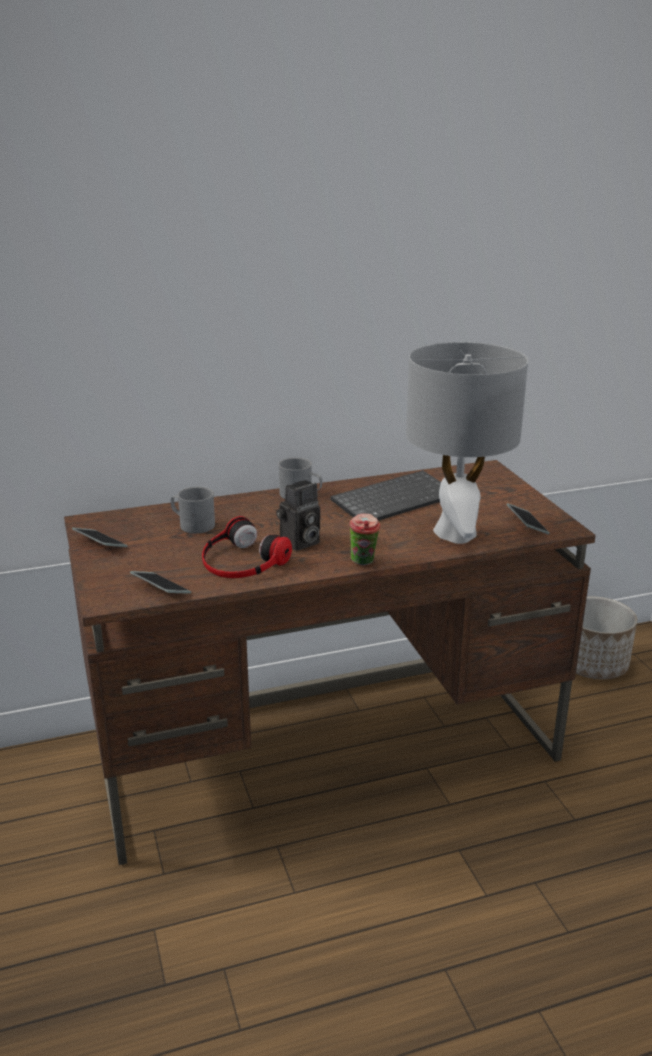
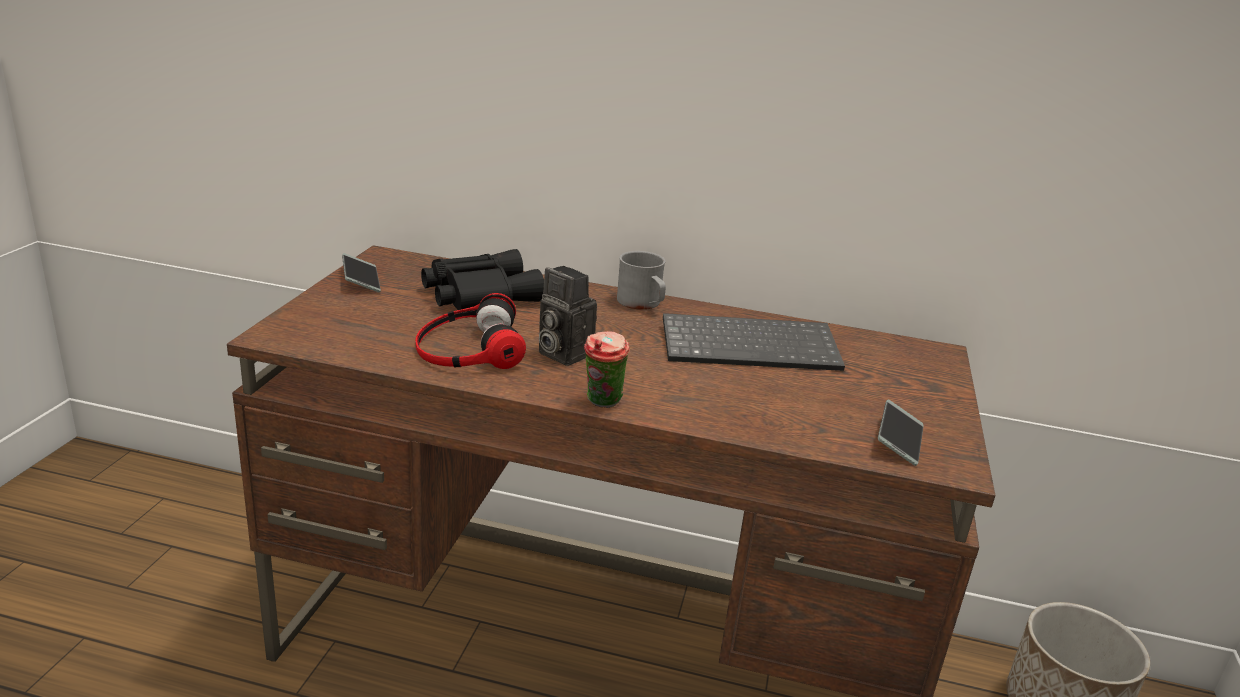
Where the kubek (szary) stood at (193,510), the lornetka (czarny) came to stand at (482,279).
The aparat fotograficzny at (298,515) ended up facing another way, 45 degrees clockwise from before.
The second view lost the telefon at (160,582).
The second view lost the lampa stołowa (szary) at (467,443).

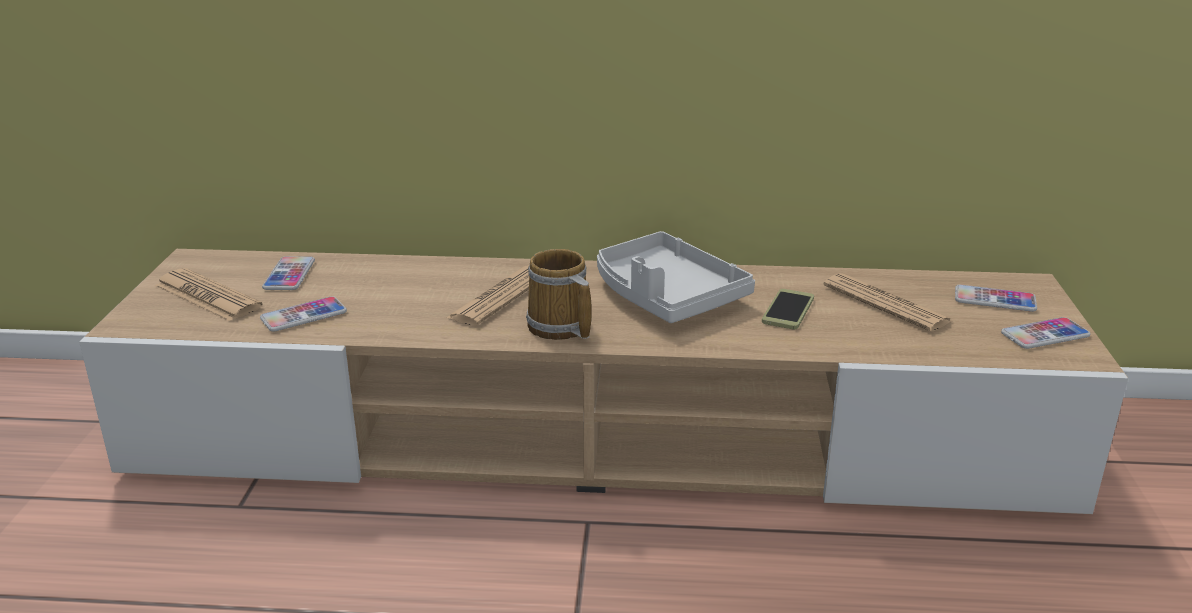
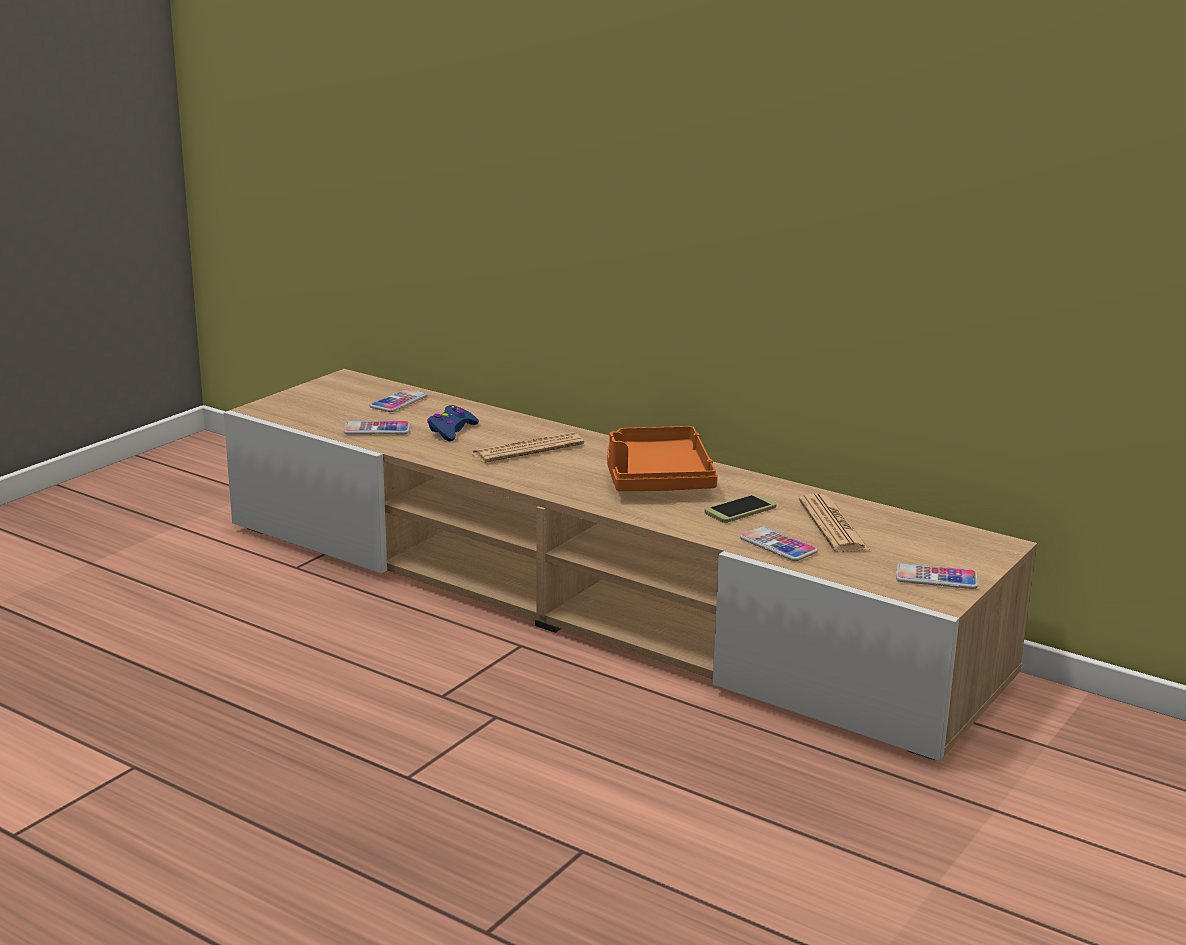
The second view gained the pad do gier (niebieski) at (453,423).
What was the taca (szary) at (676,277) turned into the taca (pomarańczowy) at (662,458).
The telefon ended up elsewhere, having gone from (996,298) to (779,543).
The second view lost the gazeta at (209,295).
The second view lost the kubek at (558,294).

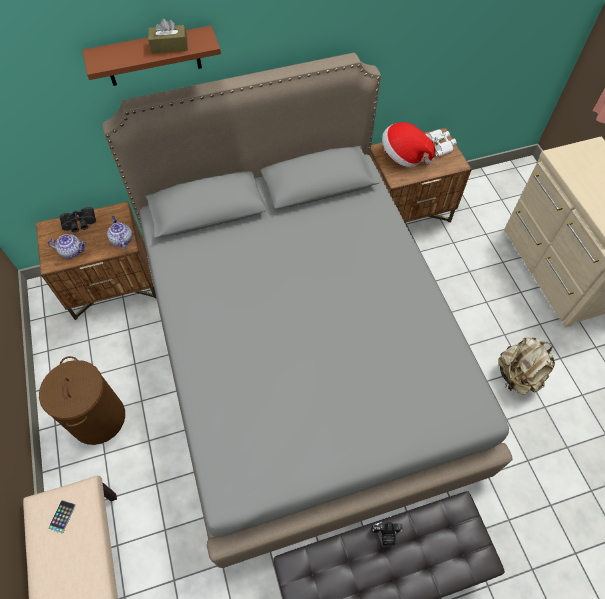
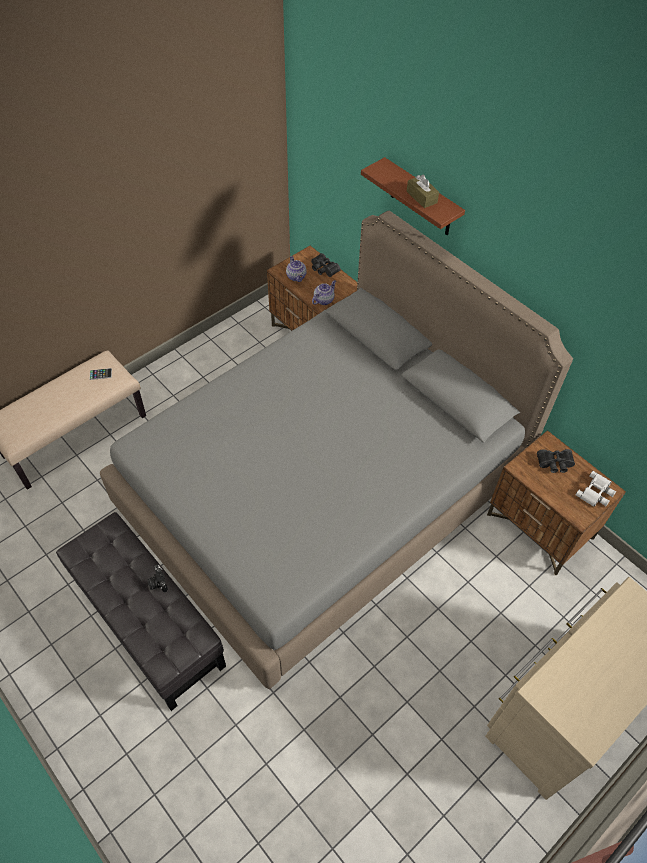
Where the kapelusz stood at (408,144), the lornetka (czarny) came to stand at (556,461).
The second view lost the kosz na pranie (brązowy) at (82,400).
The second view lost the plecak (beżowy) at (527,366).

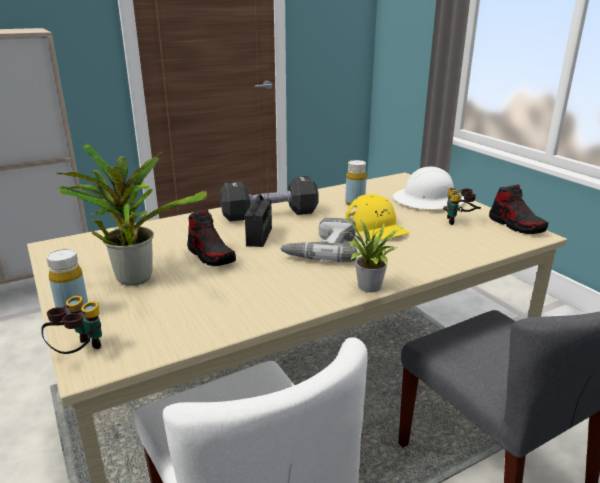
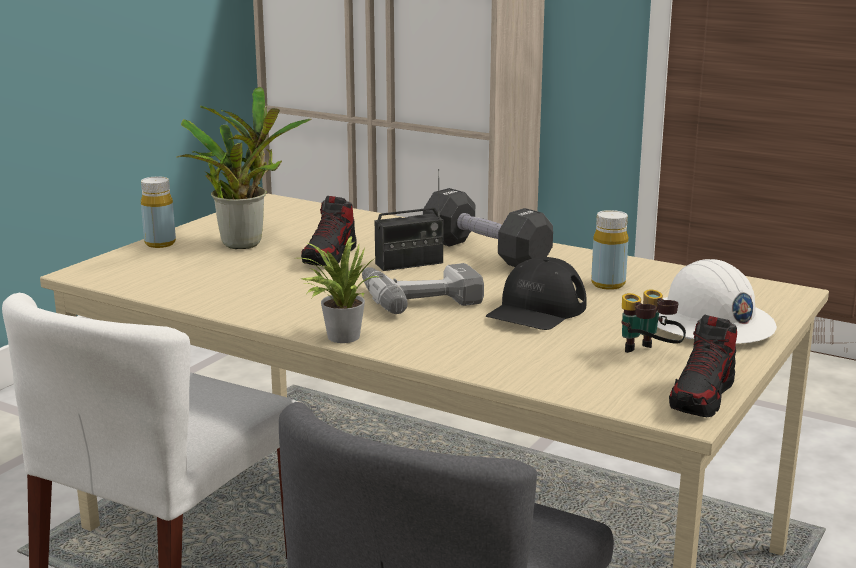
What was the czapka z daszkiem (żółty) at (377,217) turned into the czapka z daszkiem (czarny) at (536,293).
The second view lost the lornetka at (71,325).

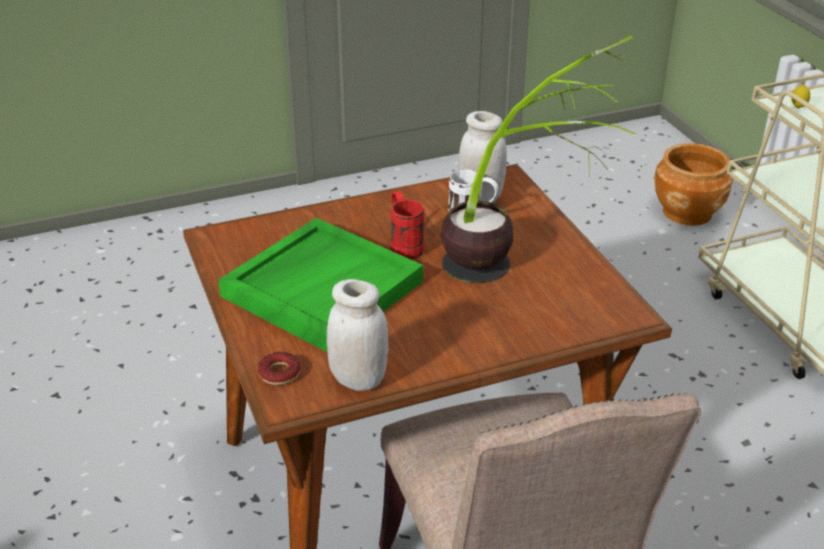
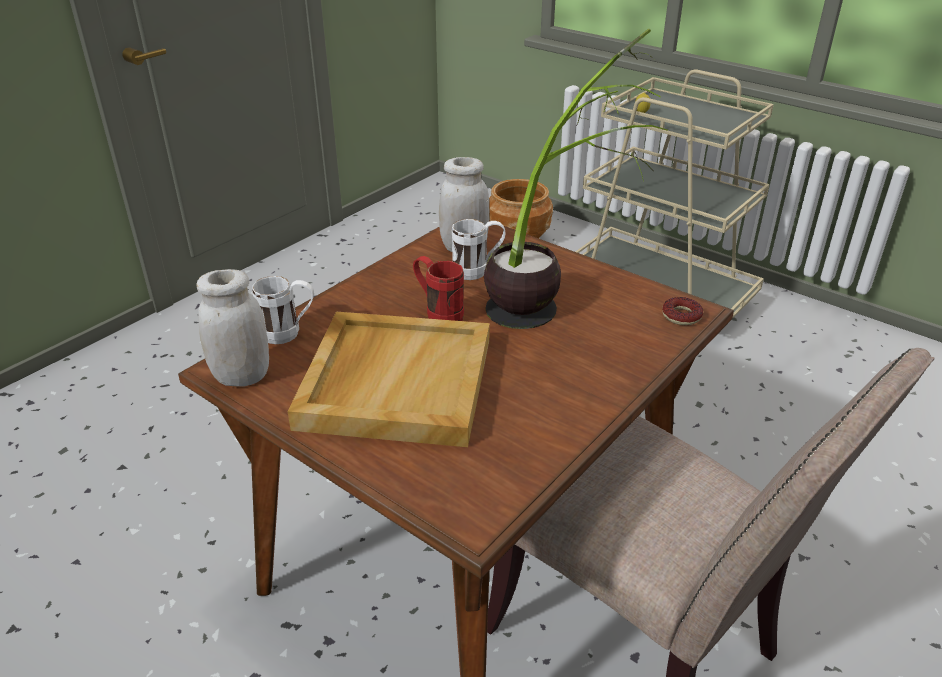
The słoik (biały) ended up elsewhere, having gone from (357,335) to (232,328).
The second view gained the kubek (biały) at (283,310).
What was the taca (zielony) at (320,285) turned into the taca (beżowy) at (388,379).
The donut ended up elsewhere, having gone from (279,368) to (682,311).

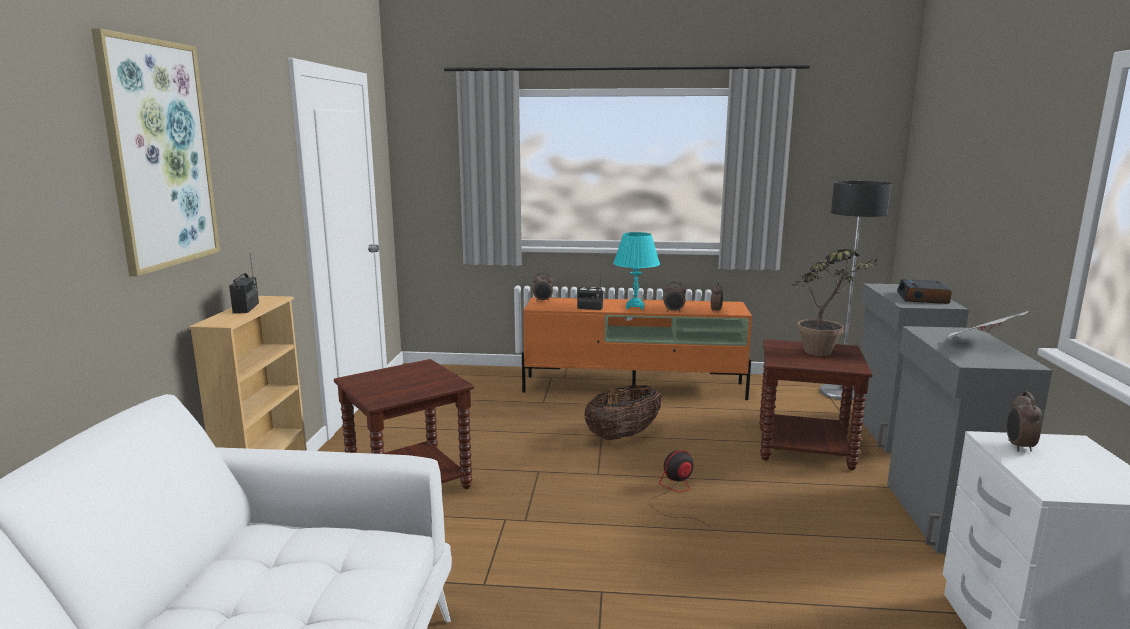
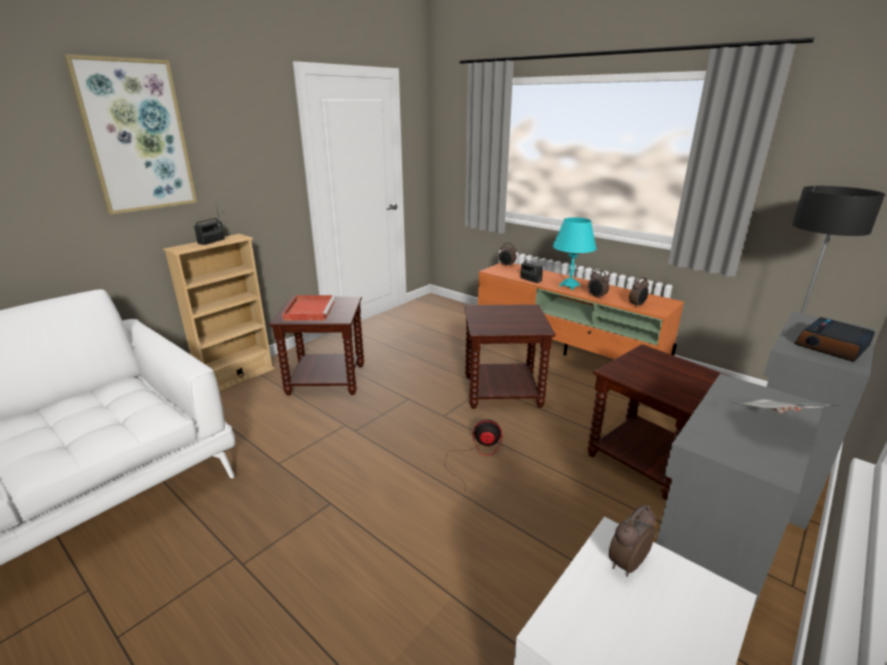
The second view gained the taca (czerwony) at (309,308).
Where the koszyk stood at (623,412), the stolik (brązowy) came to stand at (509,356).
The second view lost the roślina doniczkowa at (835,302).

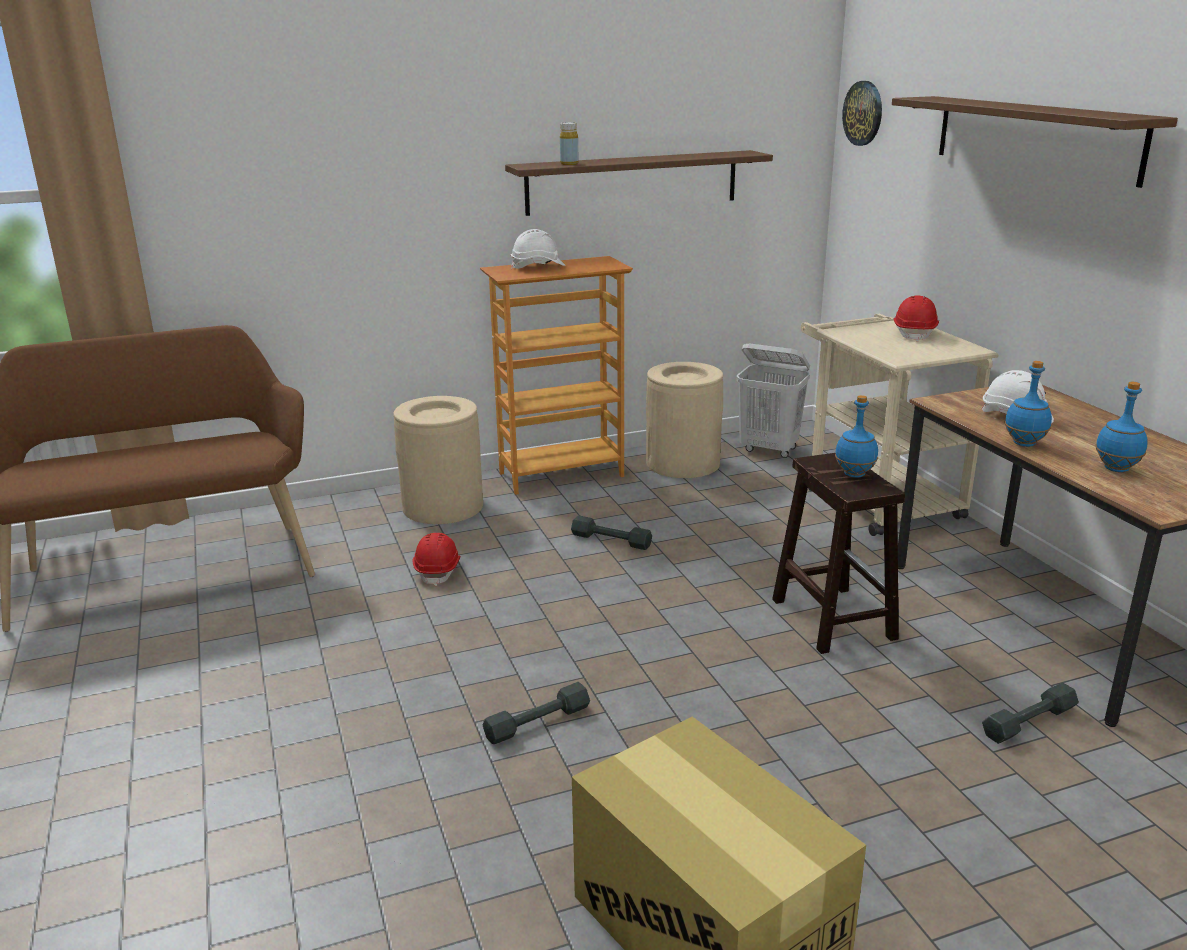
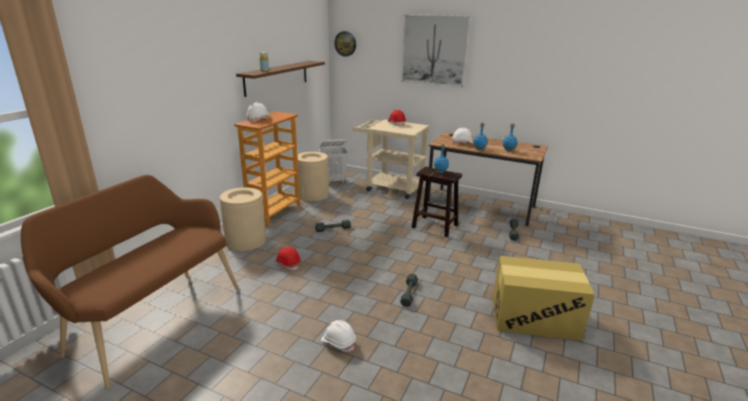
The second view gained the kask (biały) at (338,336).
Where the półka (brązowy) hung at (1035,142), the obraz came to hang at (435,51).

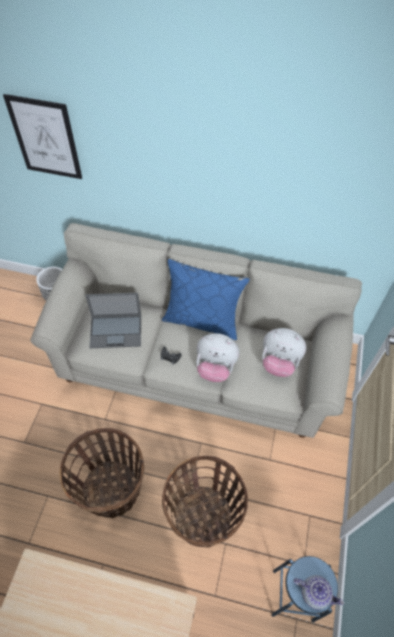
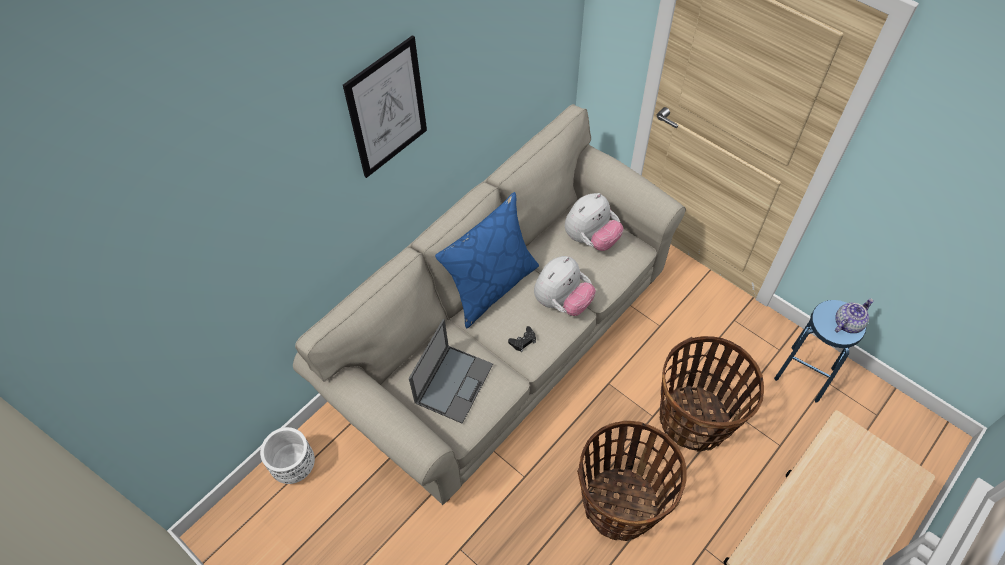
The obraz ended up elsewhere, having gone from (42,136) to (385,106).

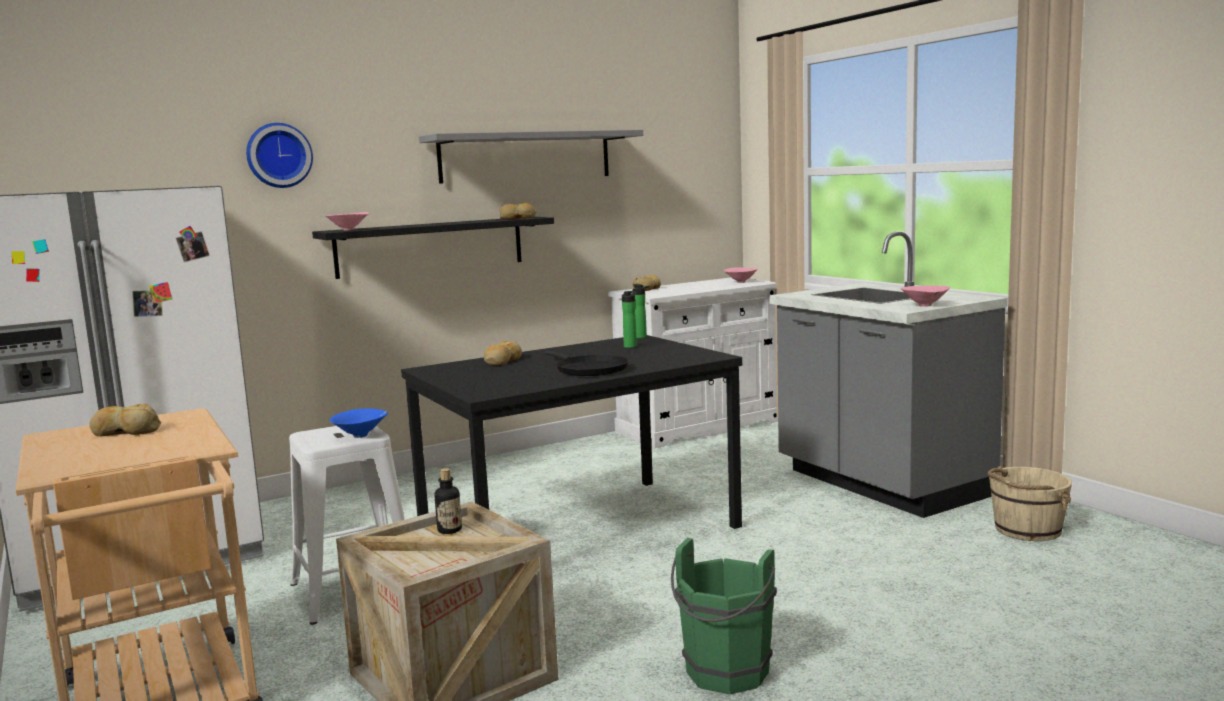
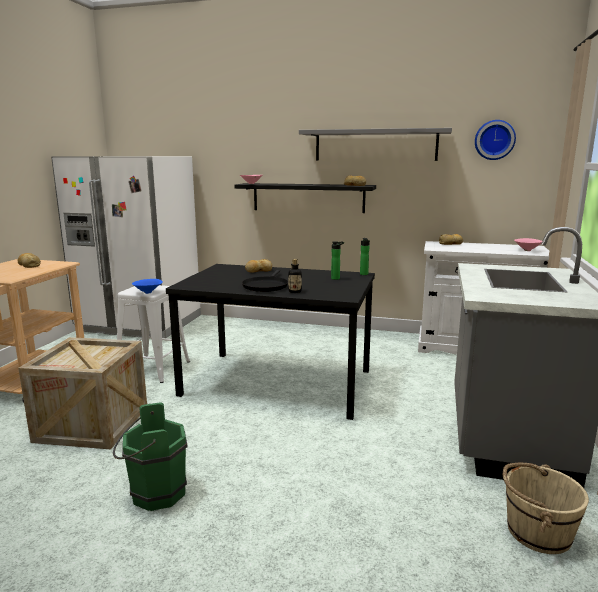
The butelka ended up elsewhere, having gone from (448,501) to (295,276).
The zegar ścienny ended up elsewhere, having gone from (279,155) to (495,140).
The second view lost the miska (różowy) at (925,296).

